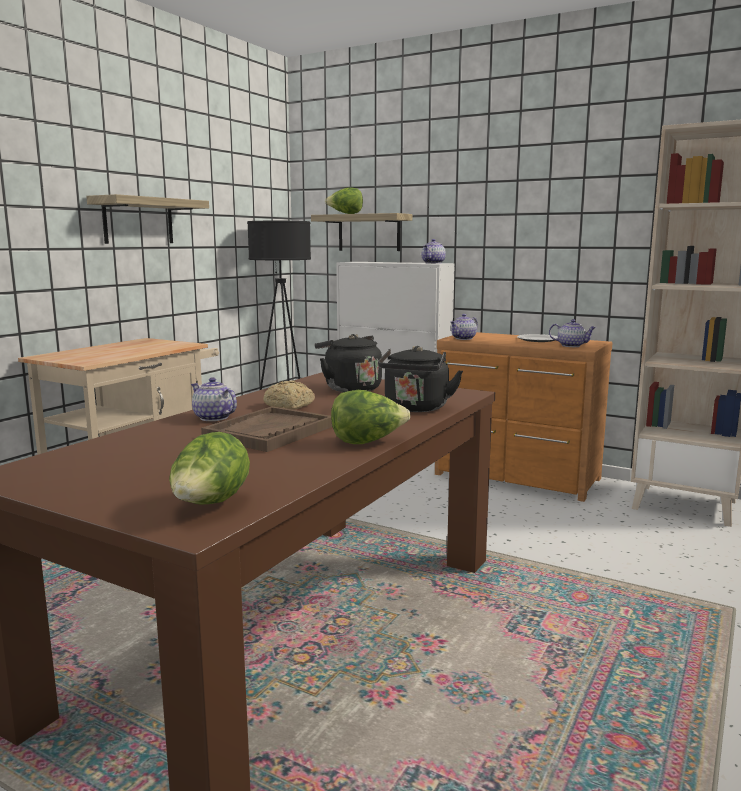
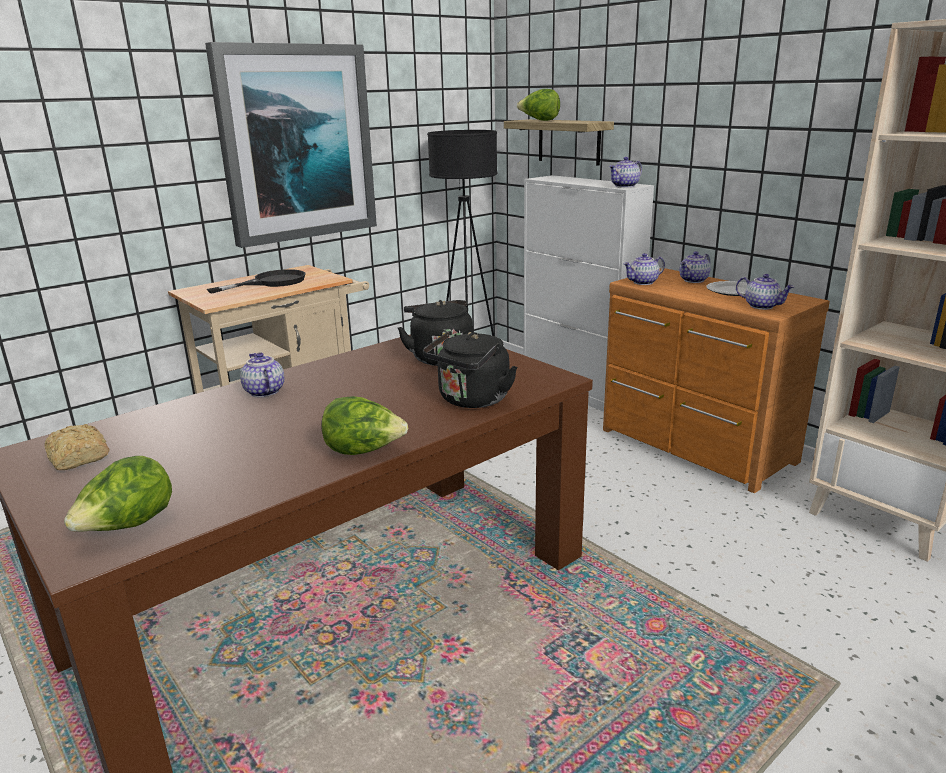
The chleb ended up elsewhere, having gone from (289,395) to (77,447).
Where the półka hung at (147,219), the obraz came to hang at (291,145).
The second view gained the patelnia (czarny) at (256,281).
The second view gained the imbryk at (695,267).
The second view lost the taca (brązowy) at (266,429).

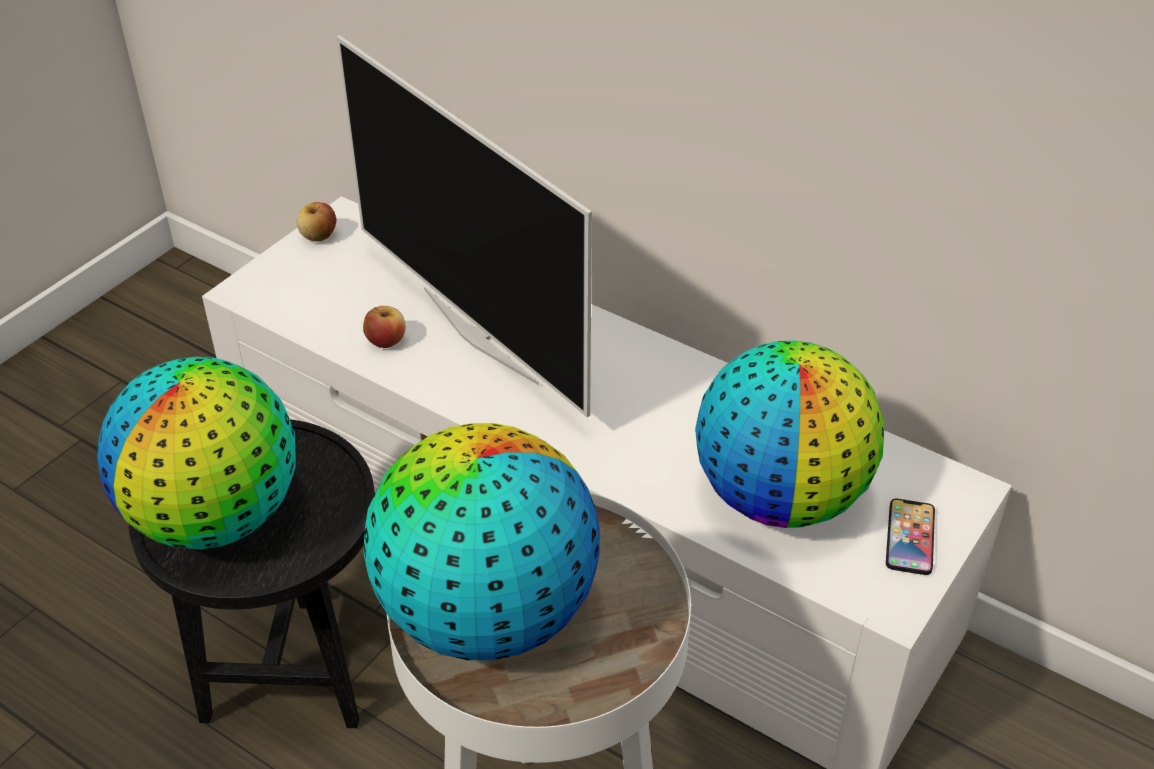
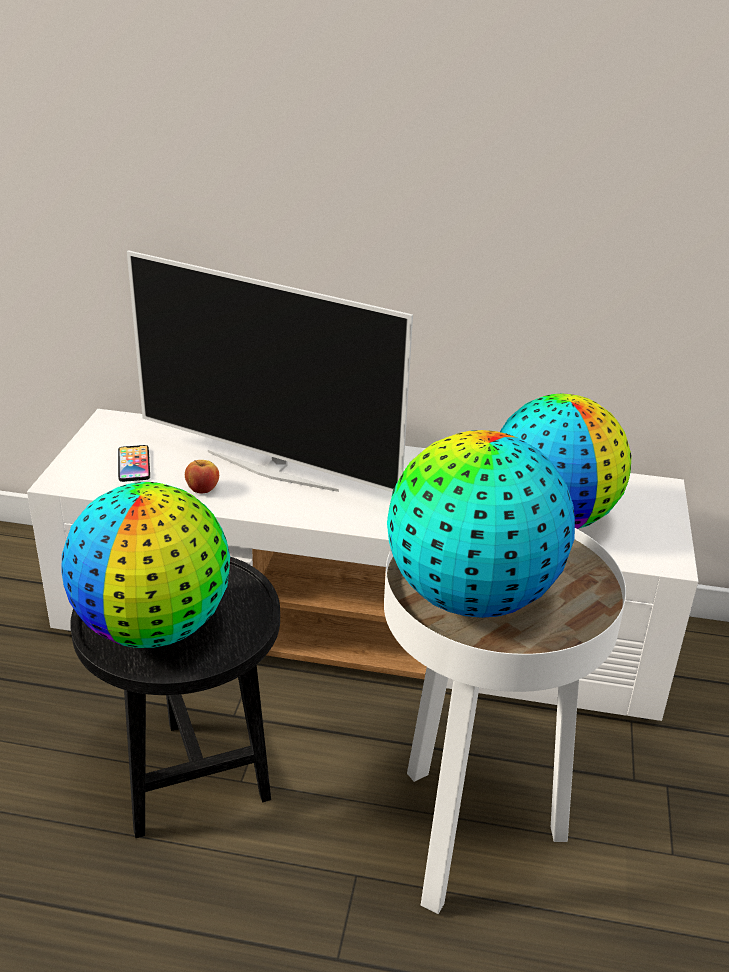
The telefon ended up elsewhere, having gone from (910,537) to (134,463).
The second view lost the jabłko at (316,222).

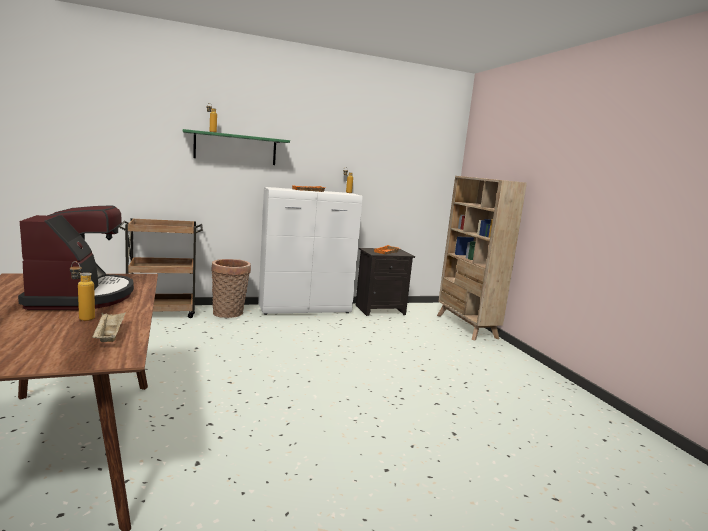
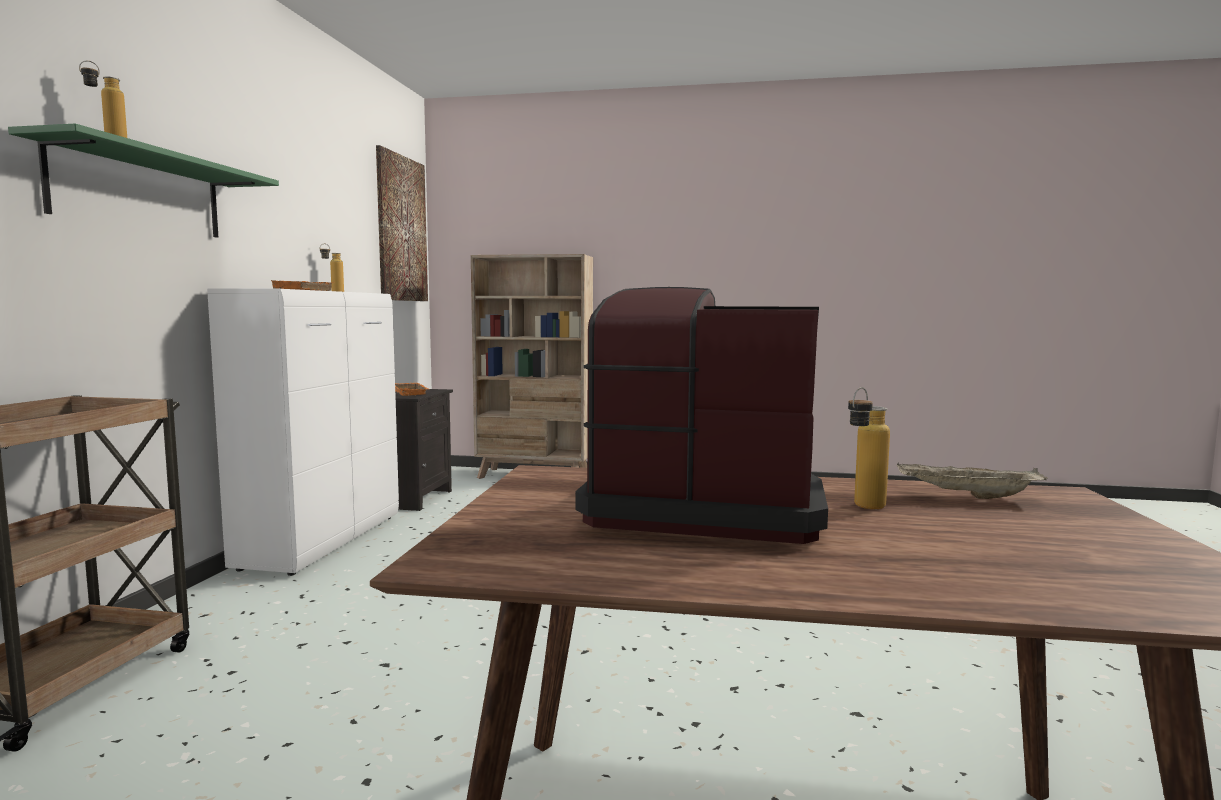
The second view gained the obraz at (402,223).
The second view lost the koszyk at (231,288).

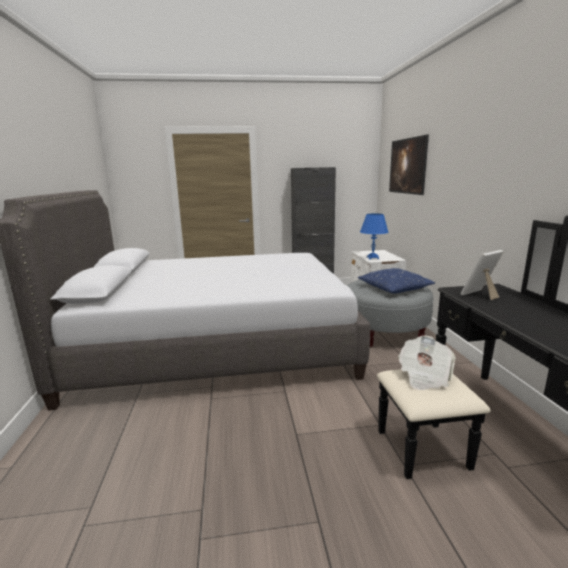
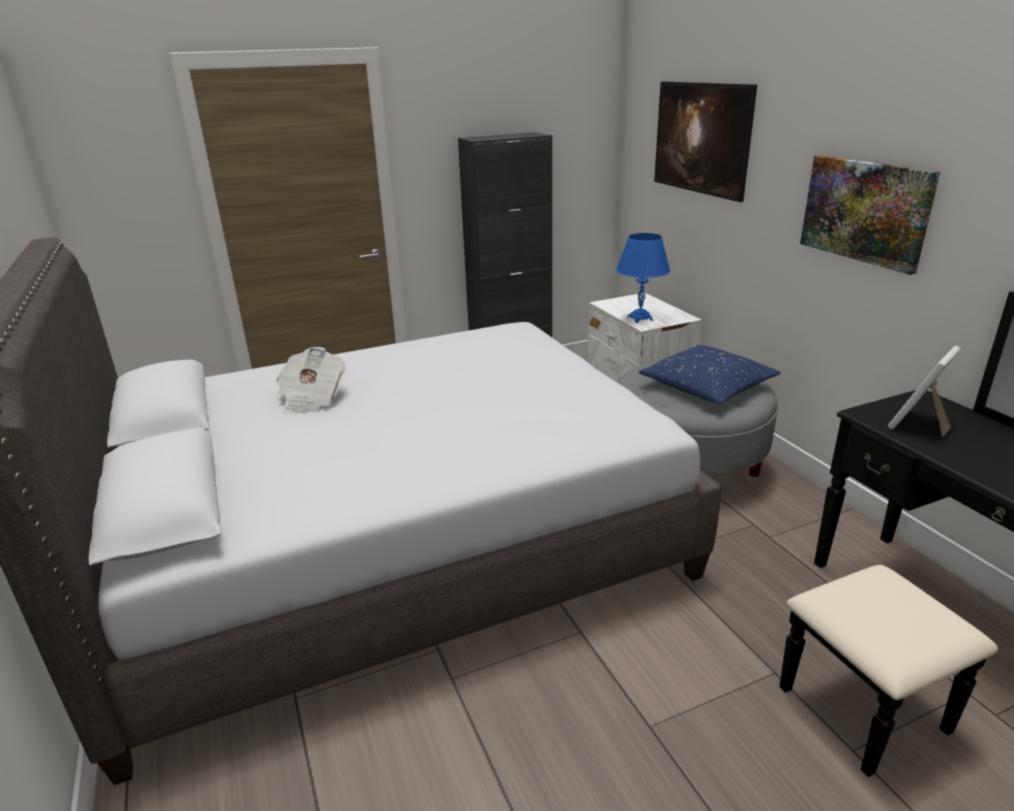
The gazeta ended up elsewhere, having gone from (427,362) to (311,380).
The second view gained the obraz at (870,215).

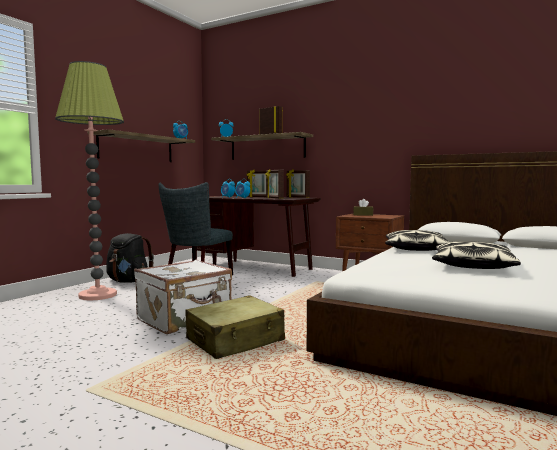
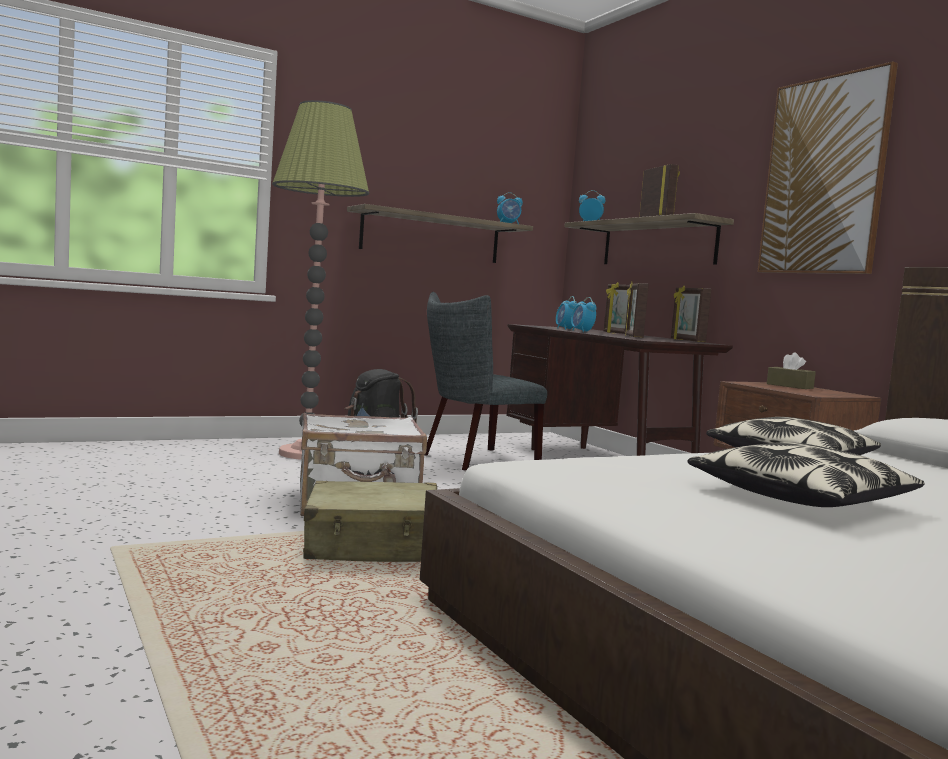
The second view gained the obraz at (828,167).

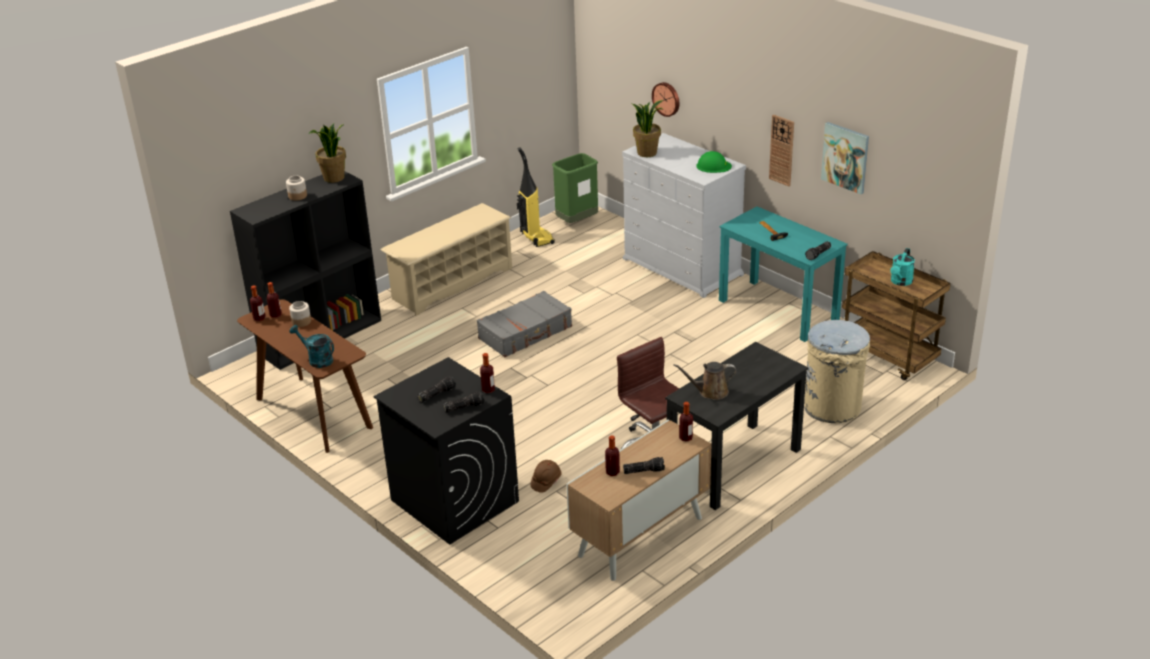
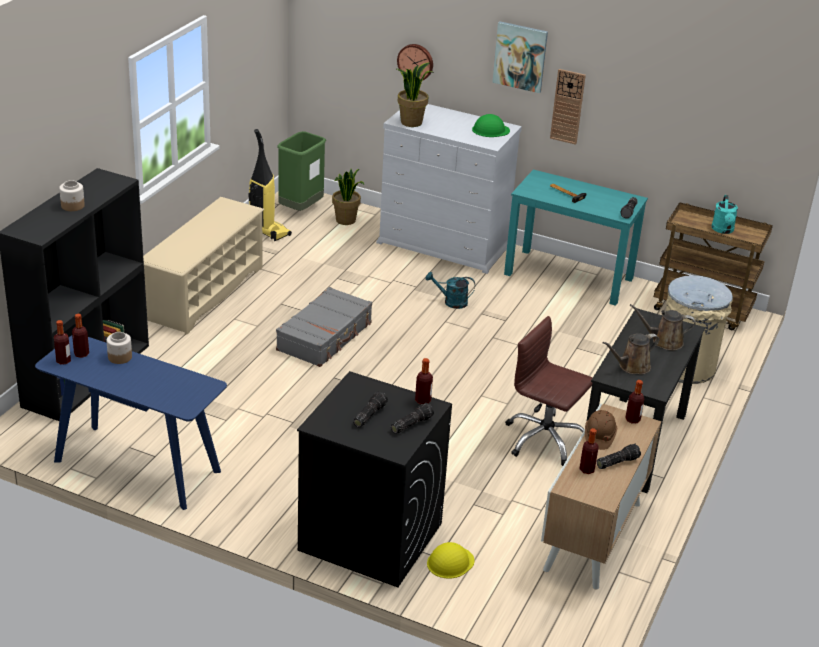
What was the stolik konsolowy (brązowy) at (305,376) turned into the stolik konsolowy (niebieski) at (131,423).
The roślina doniczkowa ended up elsewhere, having gone from (327,153) to (348,197).
The konewka (turkusowy) ended up elsewhere, having gone from (312,346) to (450,290).
The second view gained the kask (żółty) at (451,560).
The obraz ended up elsewhere, having gone from (845,158) to (520,57).
The kask (brązowy) ended up elsewhere, having gone from (546,476) to (601,430).
The second view gained the konewka (brązowy) at (662,327).

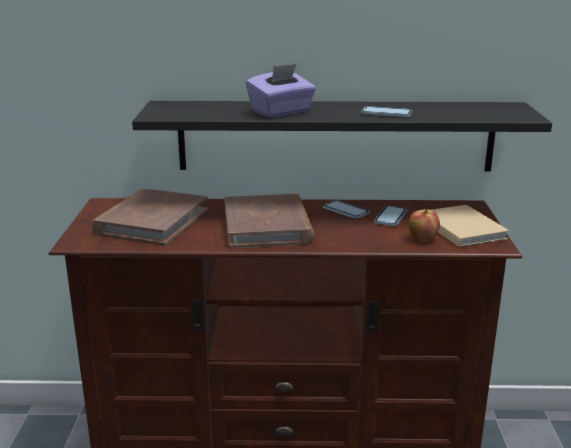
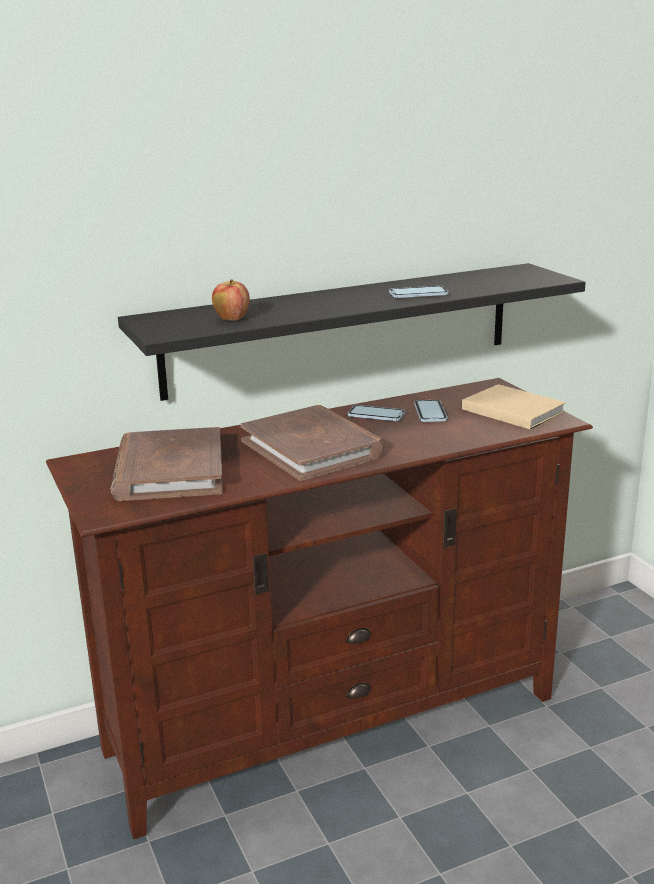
The jabłko ended up elsewhere, having gone from (424,225) to (231,300).
The second view lost the pudełko chusteczek (fioletowy) at (281,90).

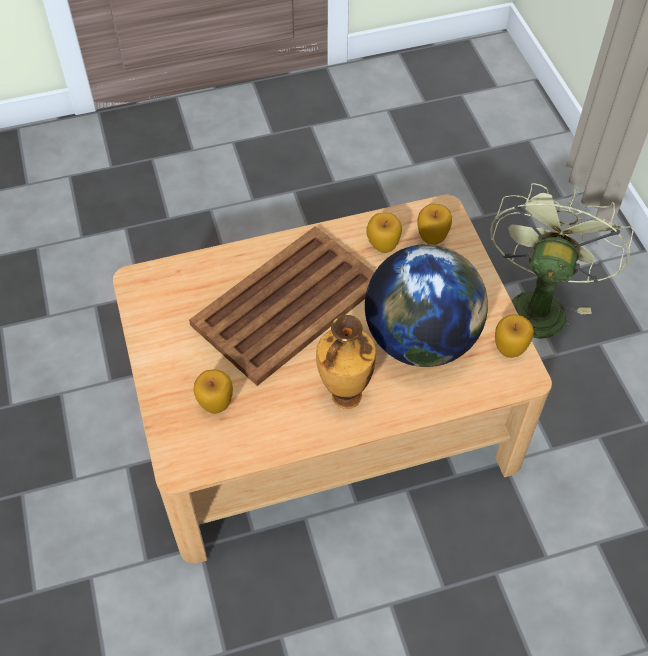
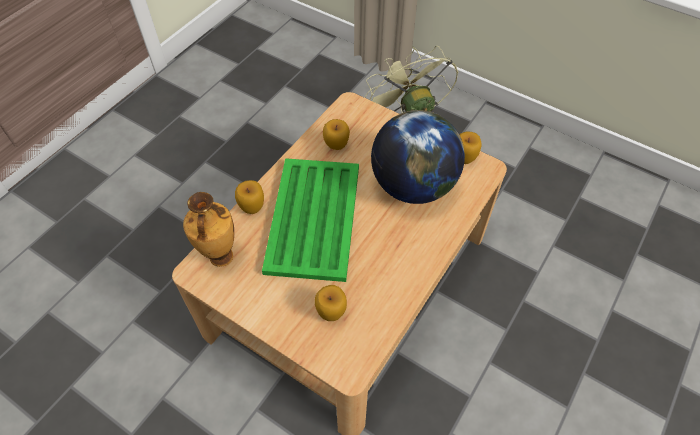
The wazon ended up elsewhere, having gone from (346,362) to (208,229).
The jabłko ended up elsewhere, having gone from (435,224) to (249,197).
What was the taca (brązowy) at (281,306) turned into the taca (zielony) at (310,220).

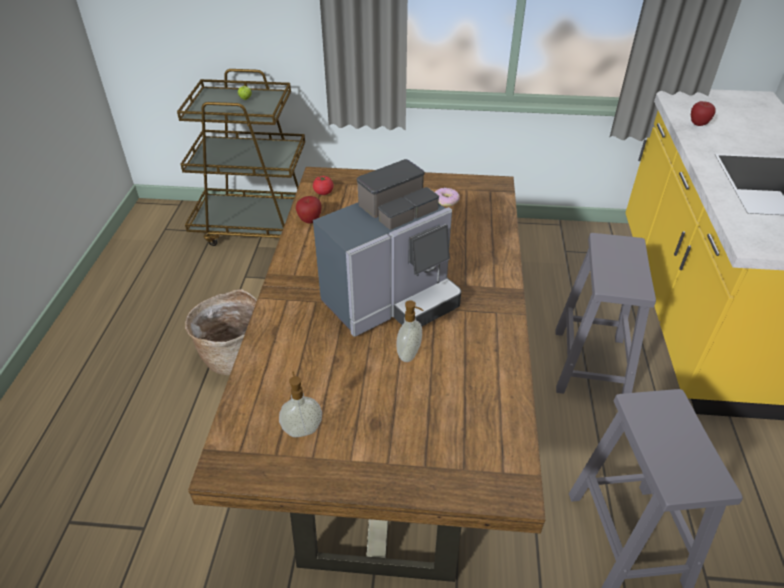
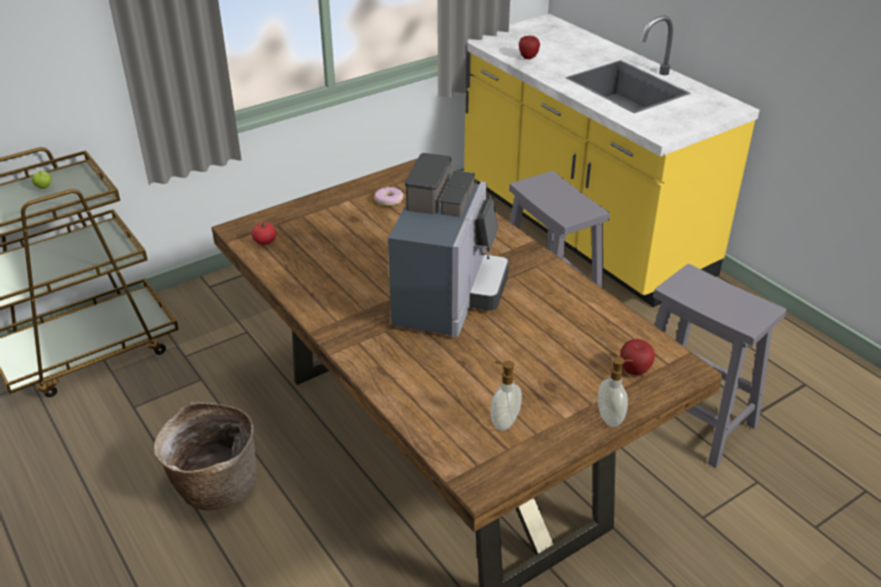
The dozownik mydła ended up elsewhere, having gone from (410,331) to (615,392).
The jabłko ended up elsewhere, having gone from (309,210) to (637,357).

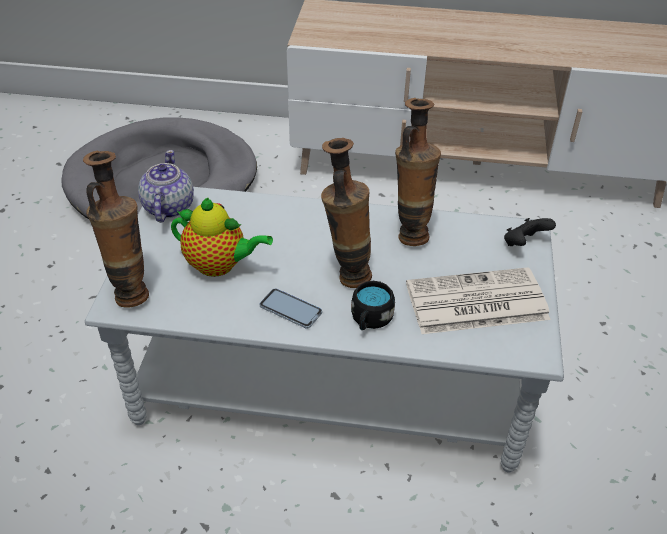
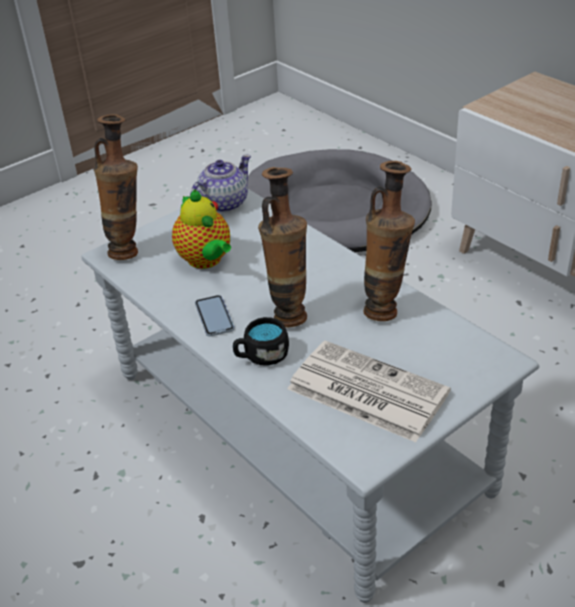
The second view lost the pad do gier (czarny) at (530,232).

